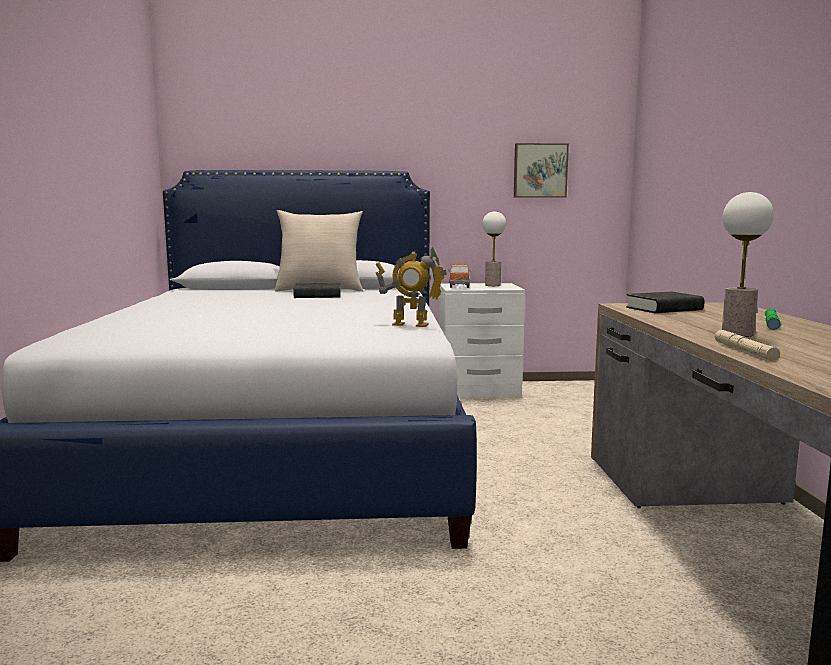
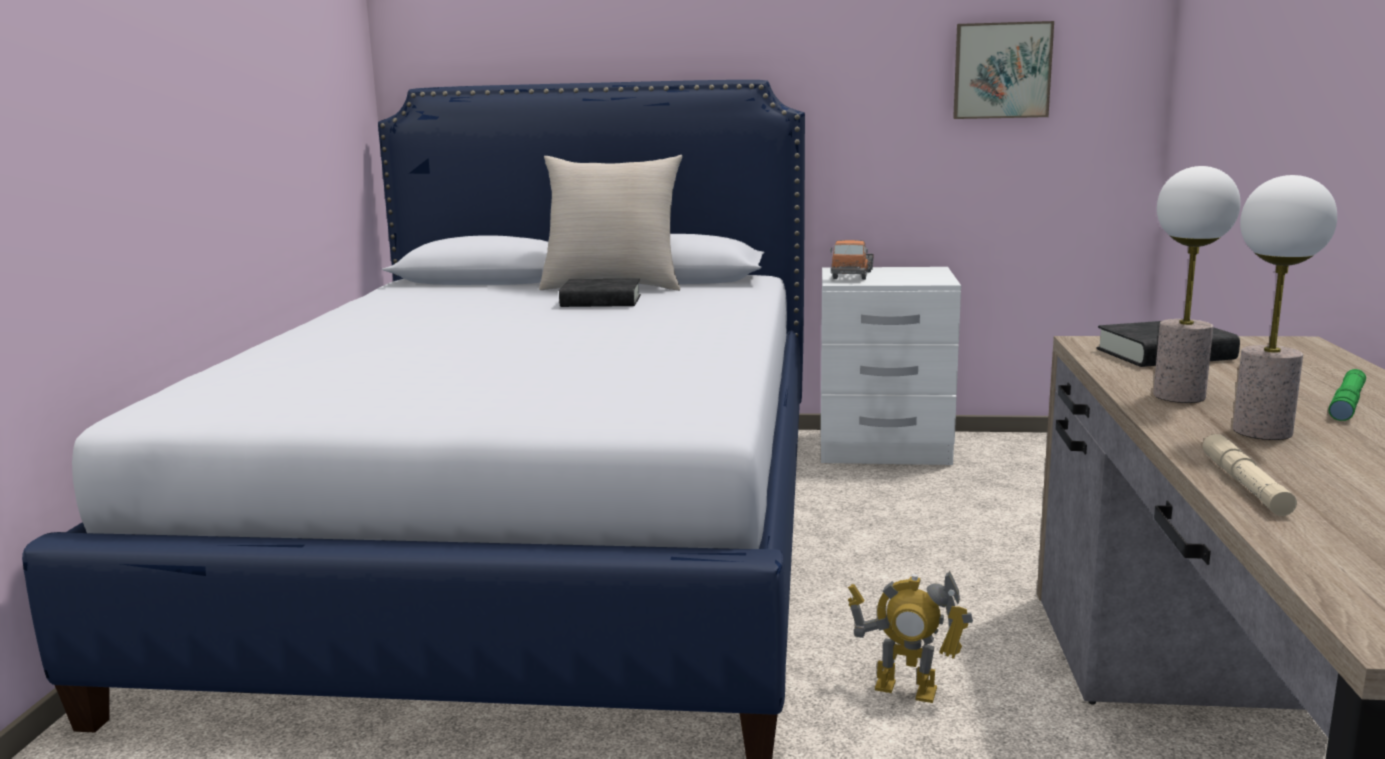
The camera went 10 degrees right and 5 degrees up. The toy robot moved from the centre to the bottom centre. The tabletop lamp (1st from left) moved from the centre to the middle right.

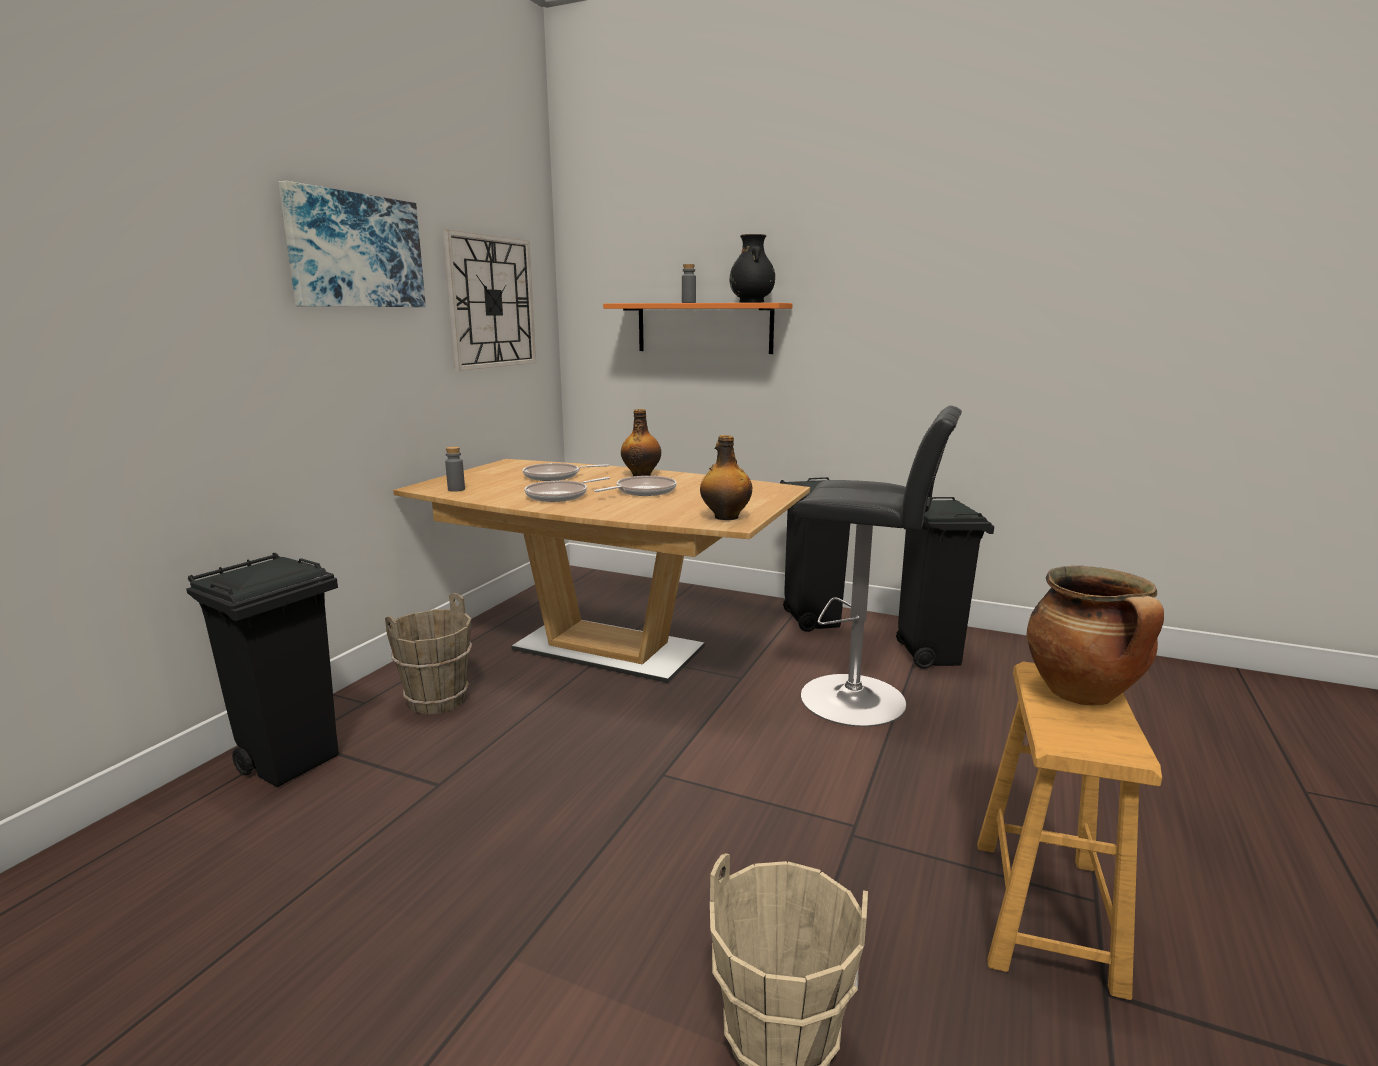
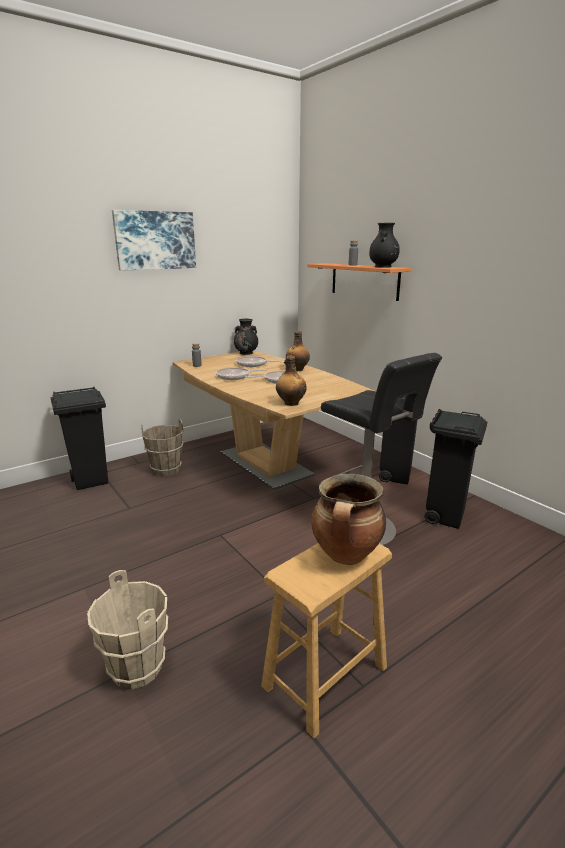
The camera went 30 degrees right and 5 degrees up. The decorative vase/black-coloured (1st from left) at the centre appeared. The clock on the wall at the top centre disappeared.

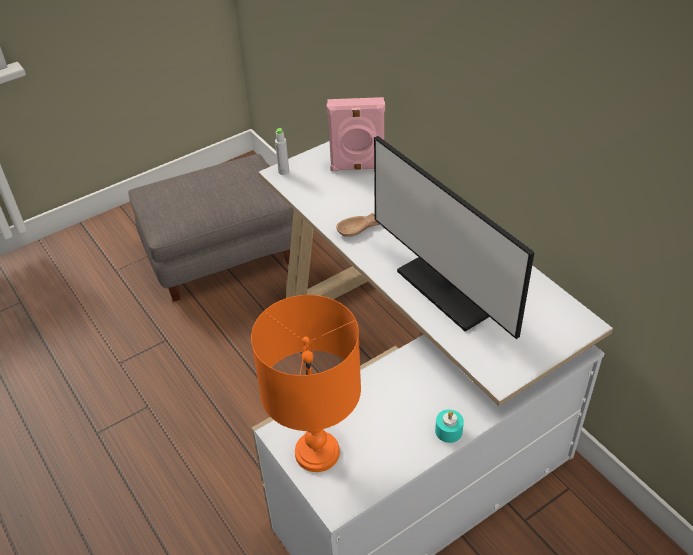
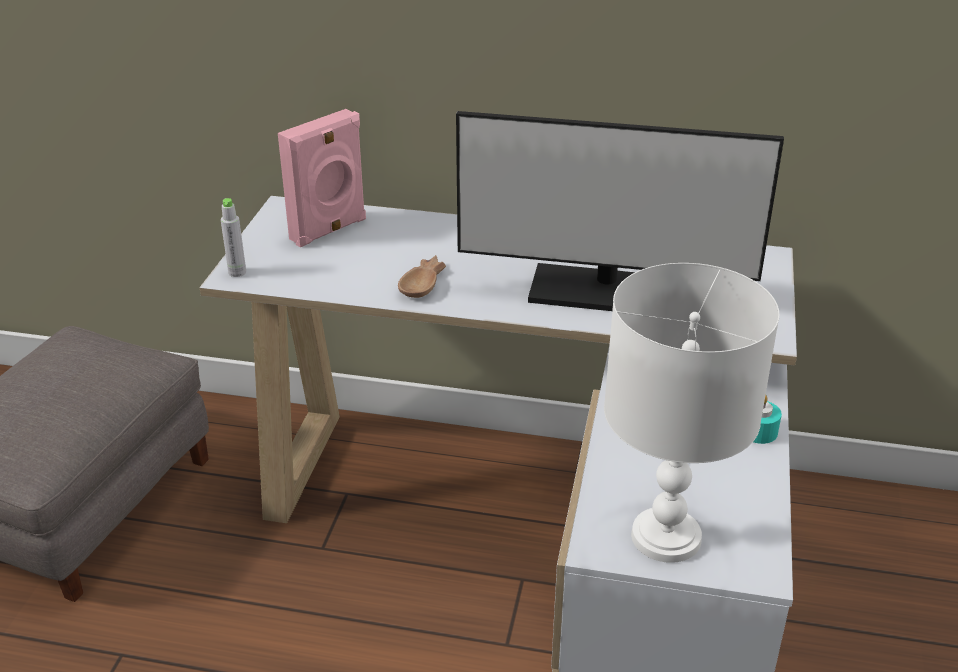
The camera went 45 degrees left and 10 degrees down. The tabletop lamp/orange at the bottom centre became the tabletop lamp/whitish at the middle right.

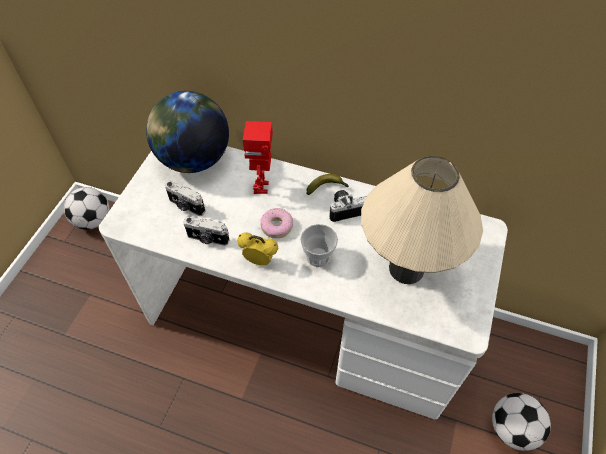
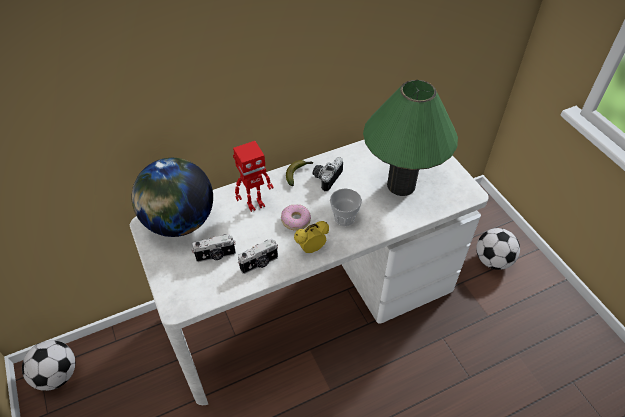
The camera went 45 degrees left and 5 degrees down. The toy robot at the centre turned 75 degrees counterclockwise. The tabletop lamp/beige at the middle right became the tabletop lamp/green-coloured at the top centre.

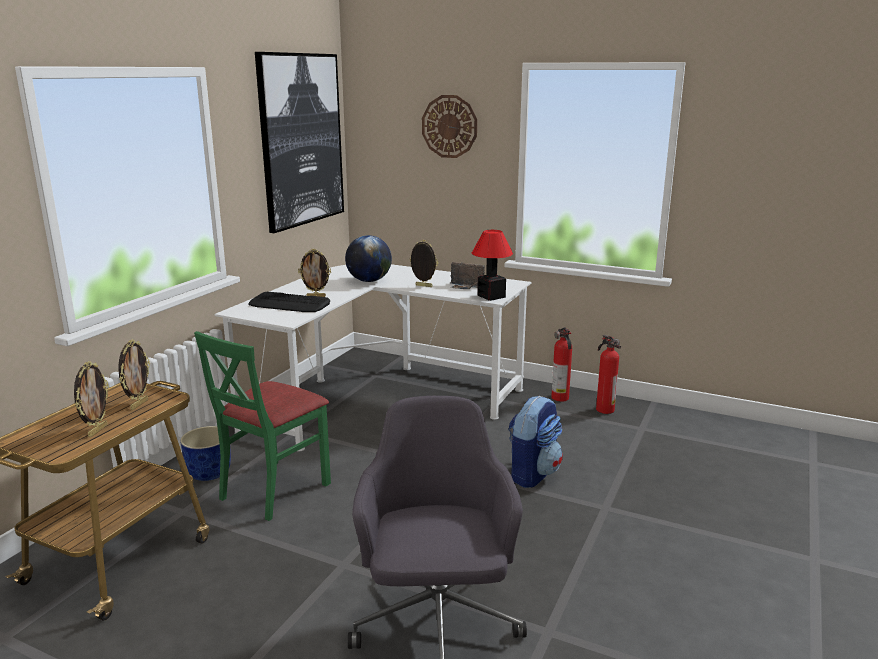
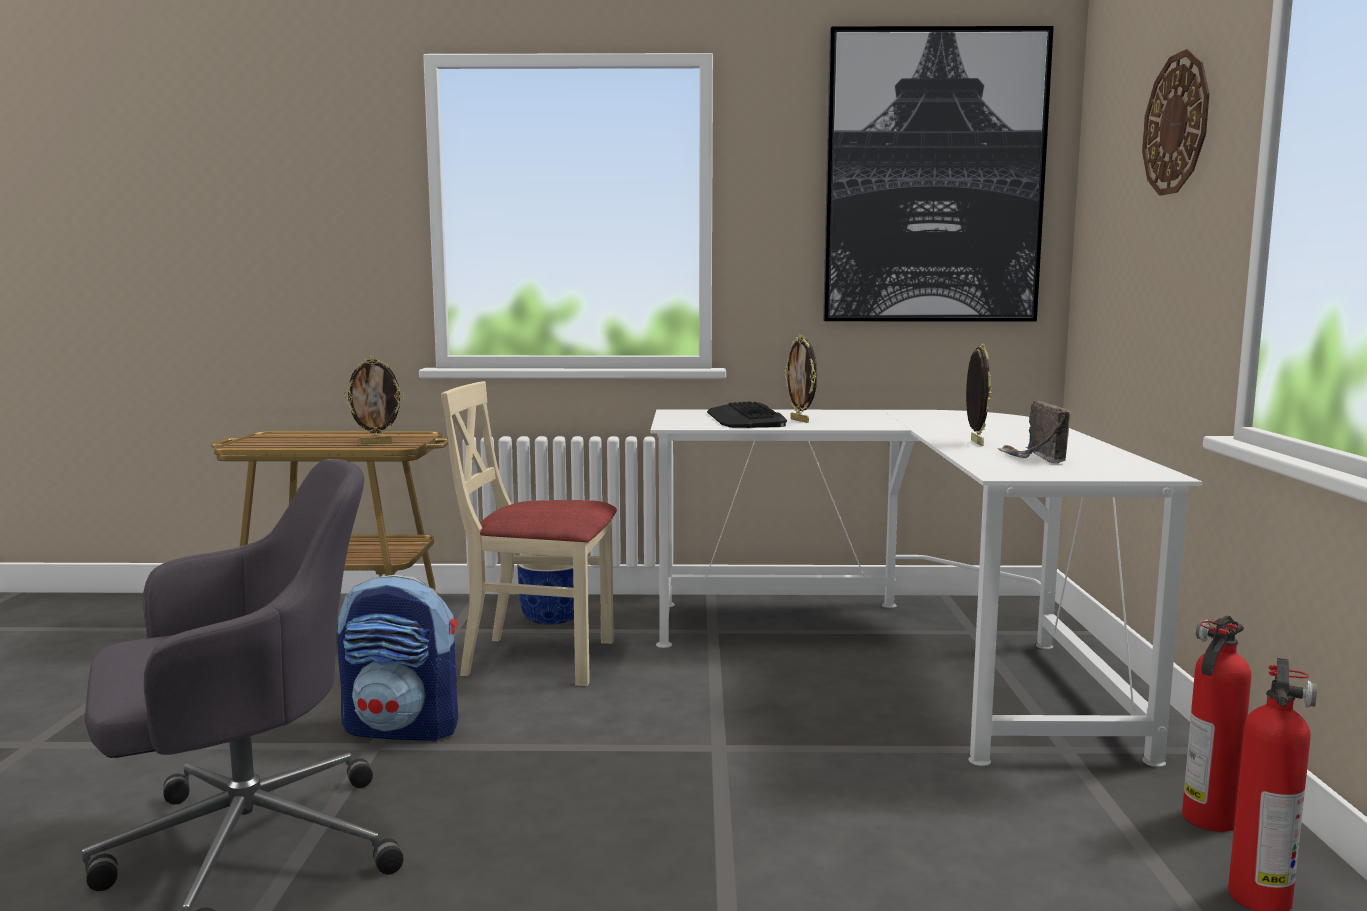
The camera went 65 degrees right and 10 degrees down. The rucksack moved from the bottom centre to the bottom left. The chair/green-coloured at the middle left became the chair/beige at the centre. The standing frame (1st from left) at the middle left disappeared. The globe at the centre disappeared. The tabletop lamp at the centre disappeared.

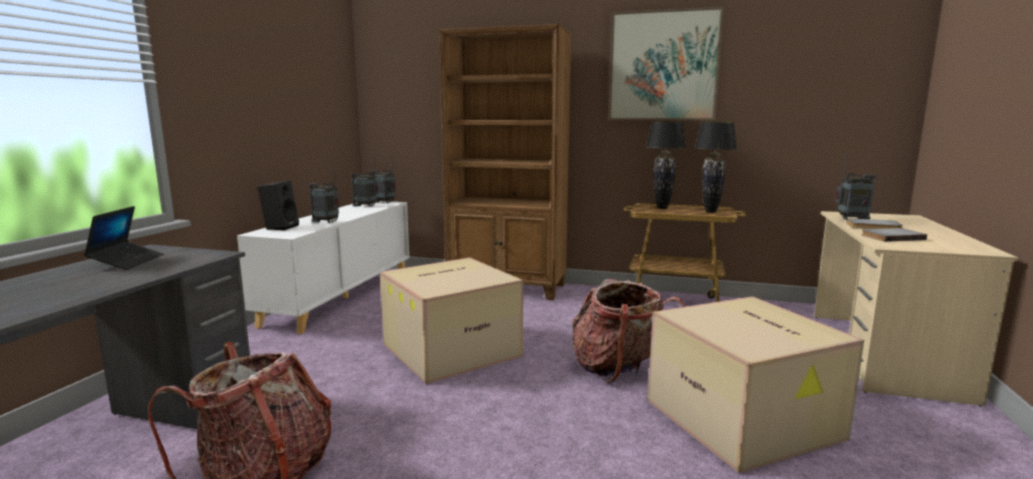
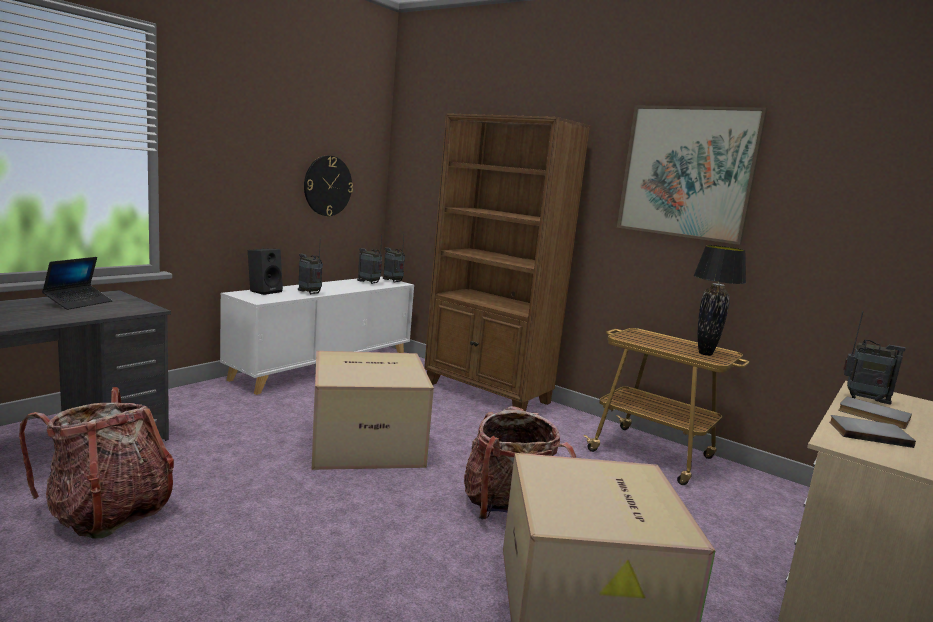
The camera went 20 degrees right and 0 degrees up. The clock on the wall at the top centre appeared. The tabletop lamp/black-coloured (1st from left) at the centre disappeared.

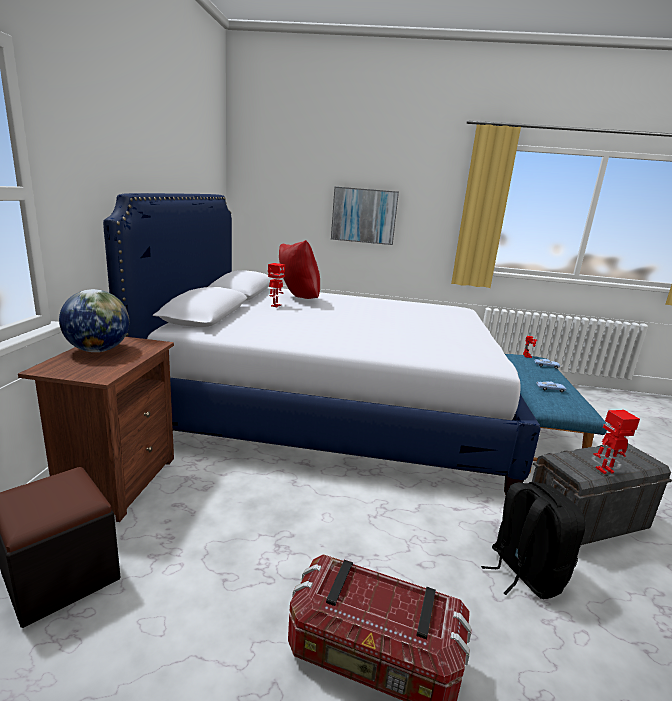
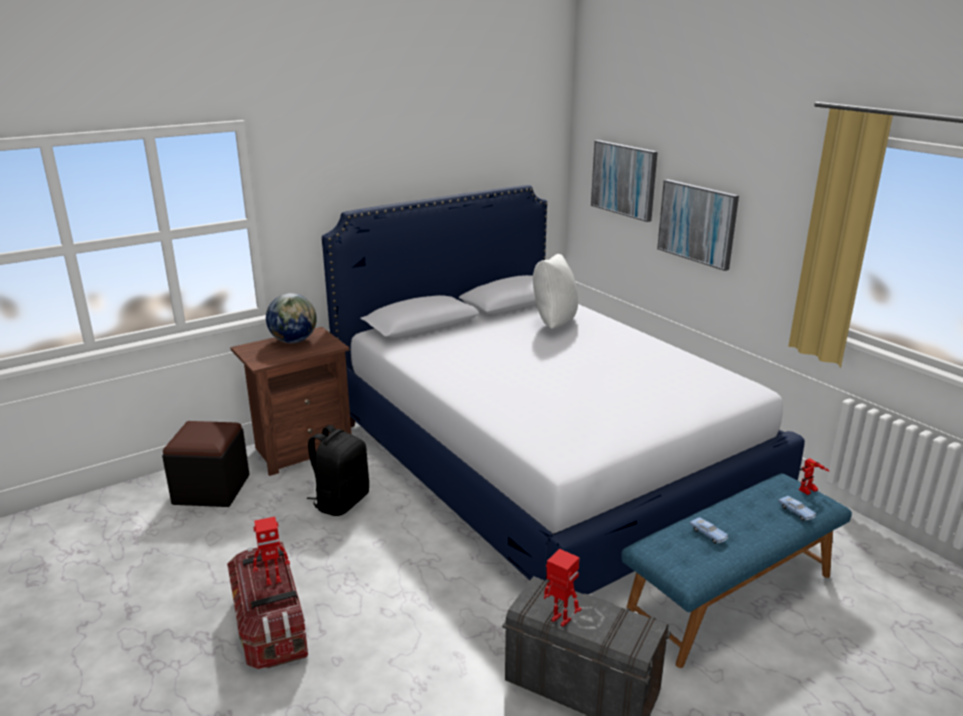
The camera went 50 degrees right and 5 degrees up. The toy robot (1st from left) moved from the centre to the bottom left. The rucksack/black-coloured moved from the bottom right to the centre. The throw pillow/red at the centre became the throw pillow/whitish at the centre. The wall picture (1st from left) at the top centre appeared.

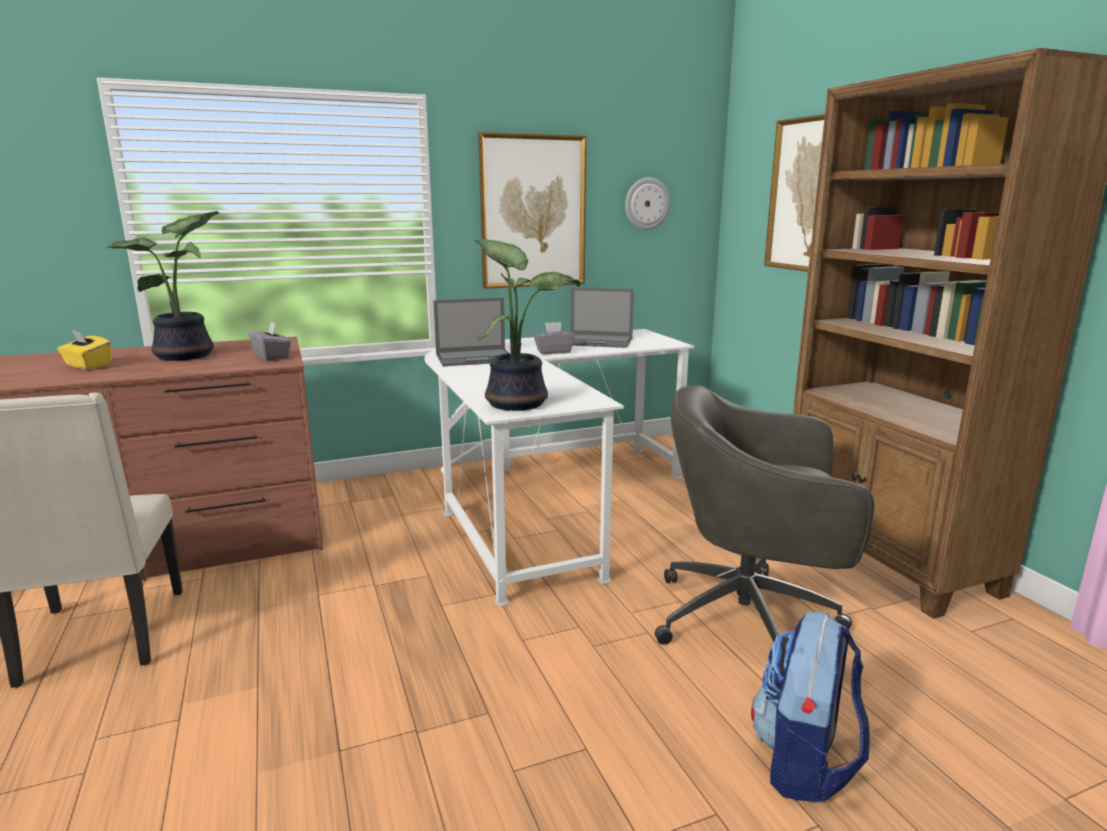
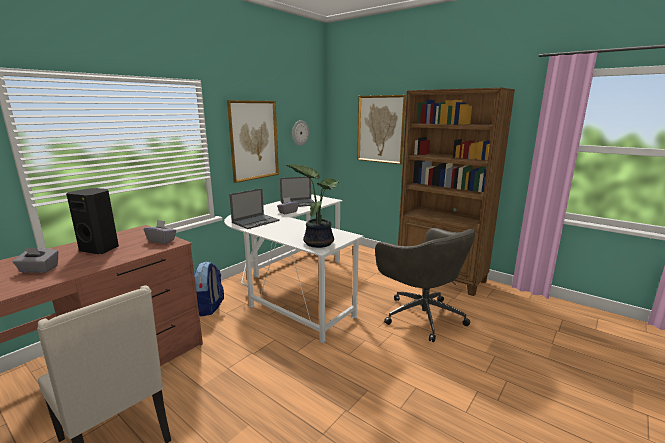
The camera went 30 degrees left and 0 degrees up. The tissue holder/yellow at the middle left became the tissue holder/gray (1st from left) at the middle left. The plant in a pot (1st from left) at the middle left was replaced by the audio speaker/black-coloured at the middle left. The rucksack moved from the bottom right to the middle left. The office chair/gray at the middle right turned 105 degrees counterclockwise.

